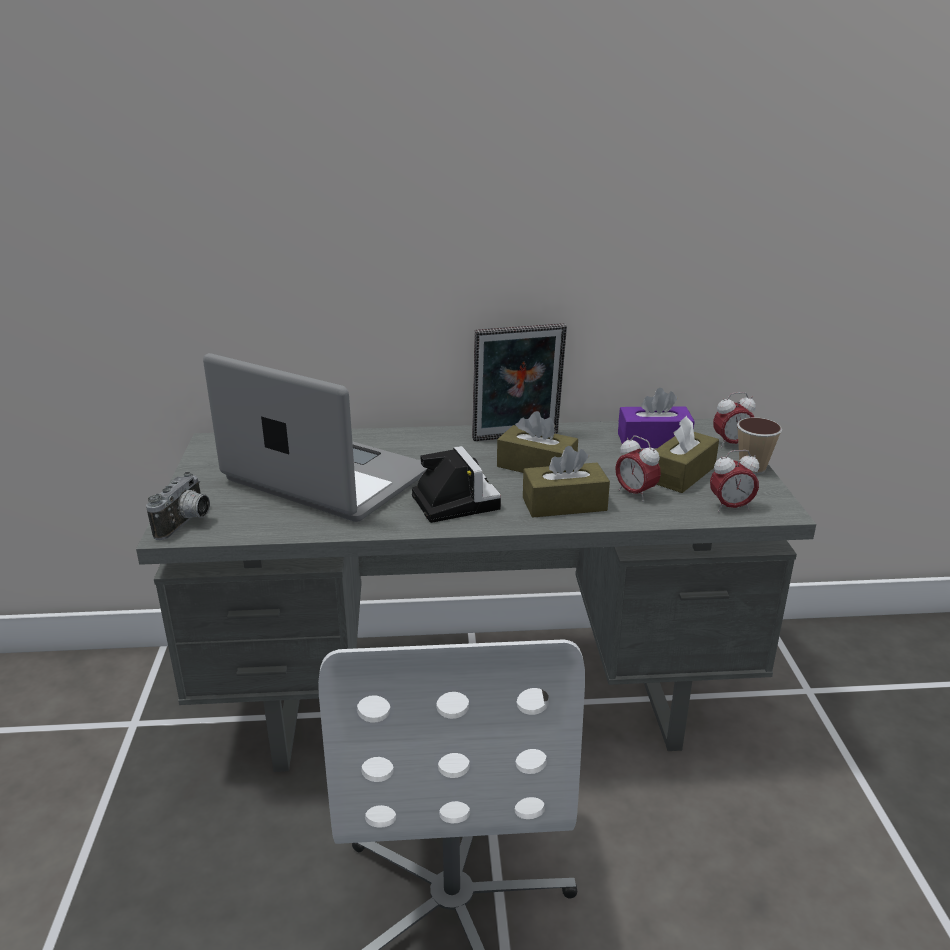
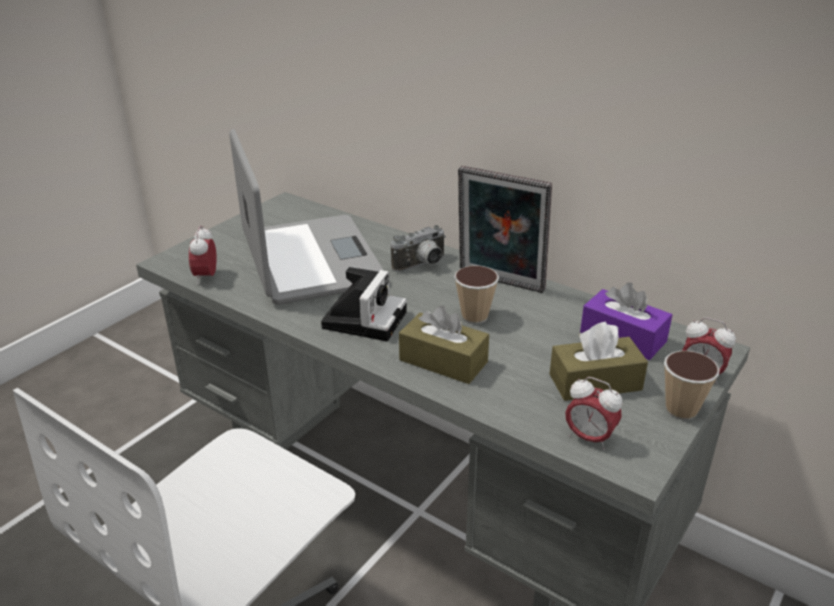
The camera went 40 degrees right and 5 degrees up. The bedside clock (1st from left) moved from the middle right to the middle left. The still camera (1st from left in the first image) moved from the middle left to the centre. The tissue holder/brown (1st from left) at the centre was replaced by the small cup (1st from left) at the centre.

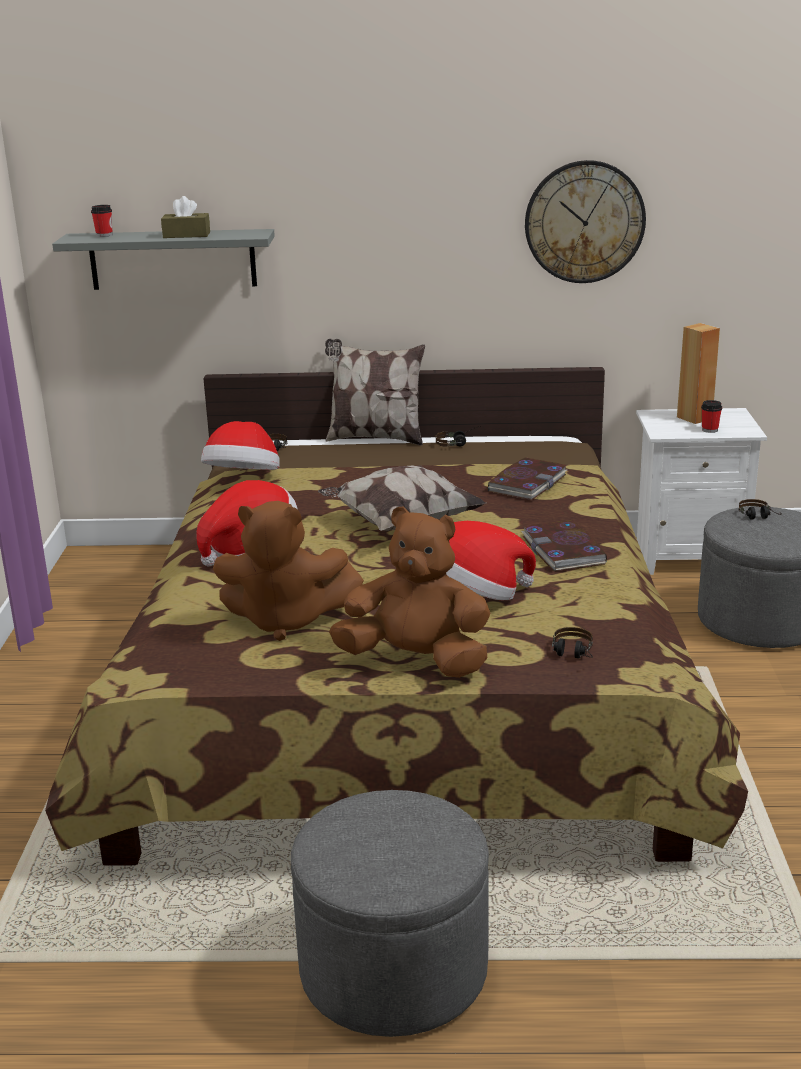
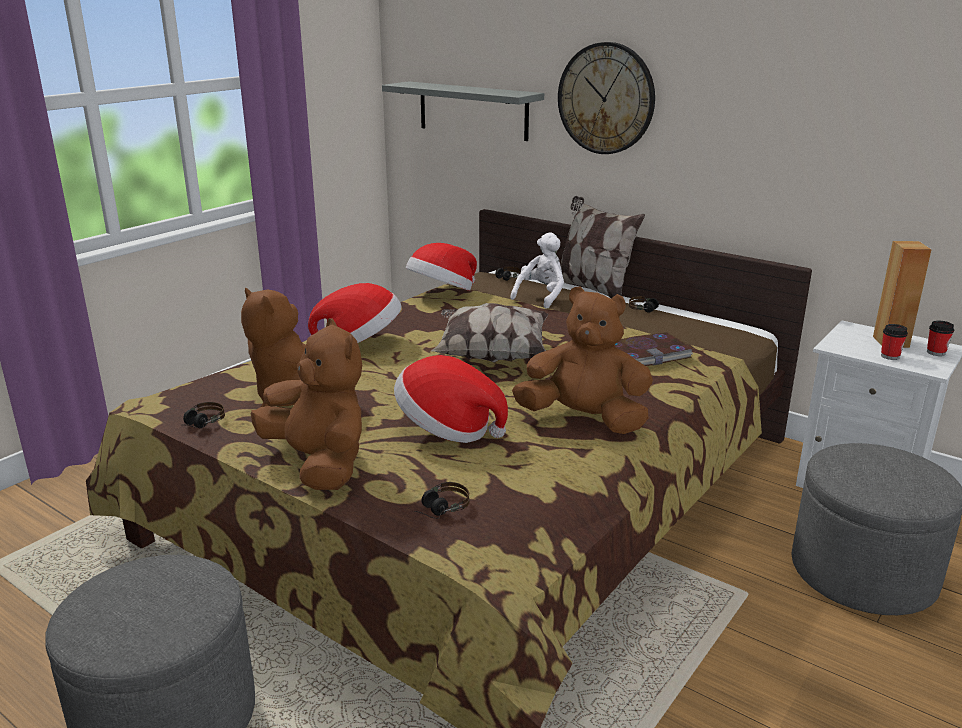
The camera went 35 degrees right and 0 degrees up. The headset (4th from left in the first image) moved from the middle right to the middle left. The soft toy/whitish at the centre appeared. The volume (2nd from left) at the middle right was replaced by the soft toy/brown (3rd from left) at the centre. The clock on the wall moved from the top right to the top centre. The small cup (1st from left in the first image) moved from the top left to the middle right. The tissue holder/brown at the top left disappeared.

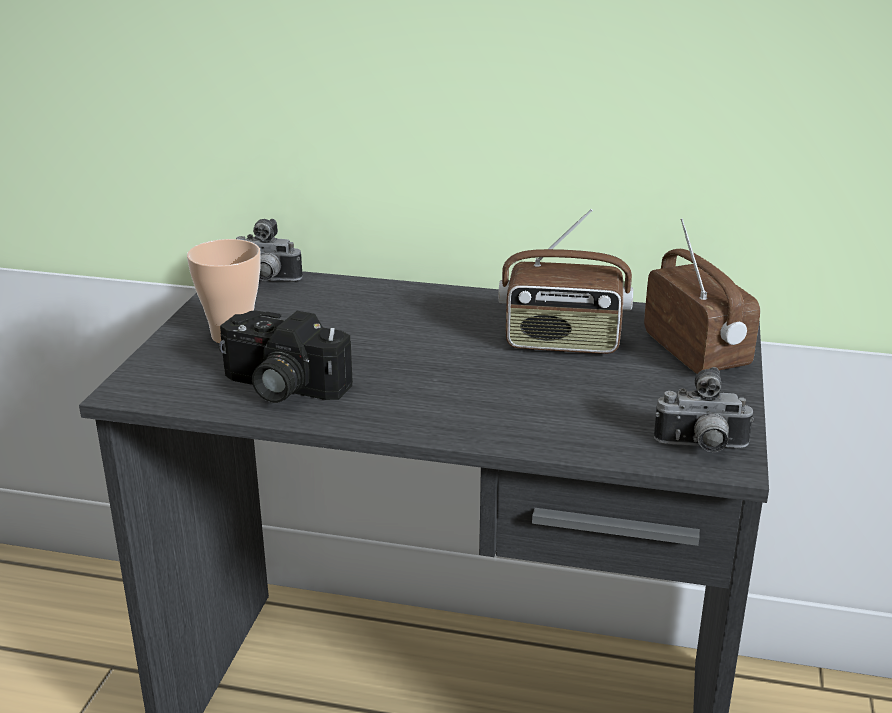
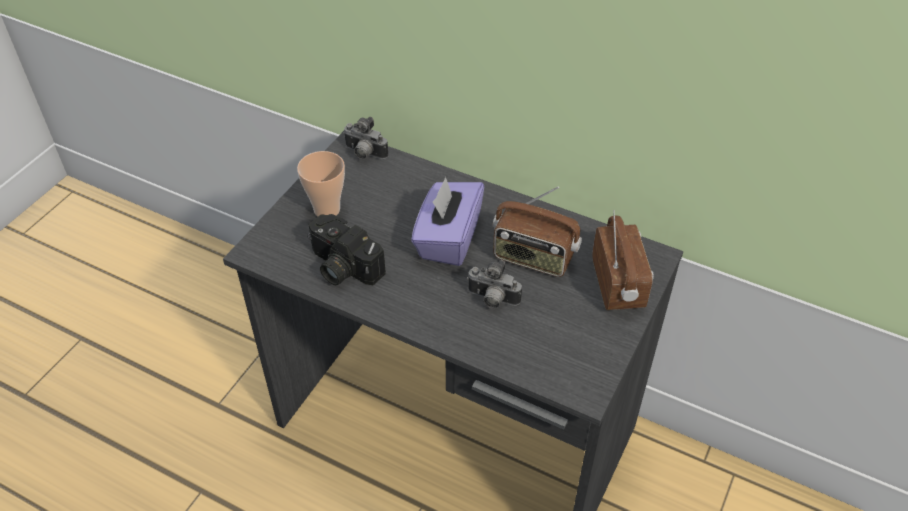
The camera went 15 degrees right and 20 degrees up. The tissue holder/purple-coloured at the centre appeared. The still camera (3rd from left) moved from the middle right to the centre.

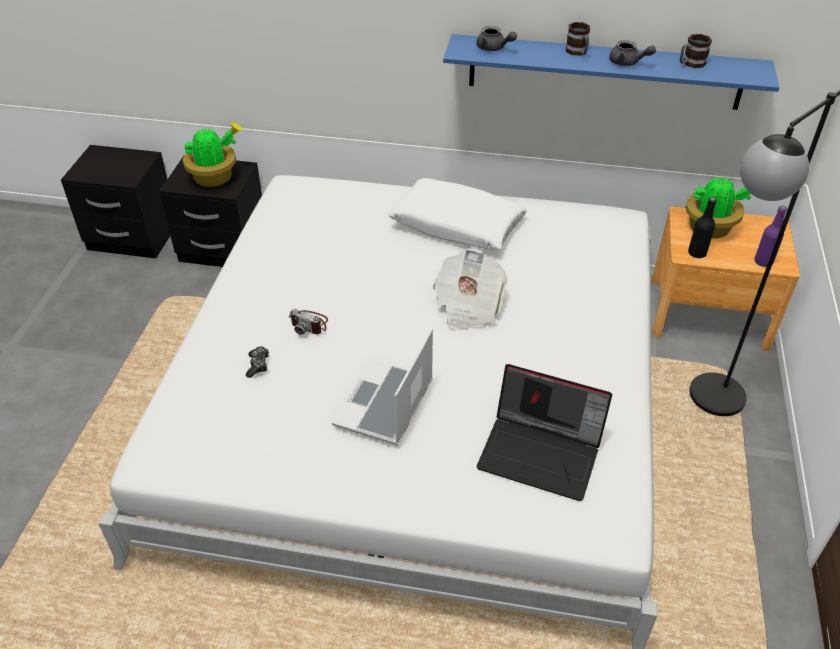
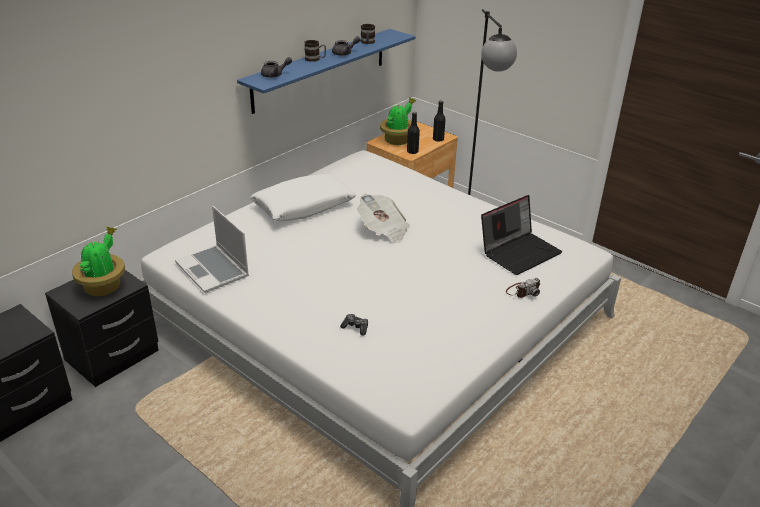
The camera went 60 degrees left and 10 degrees down. The notebook computer (1st from left) moved from the centre to the middle left. The drink bottle/purple-coloured at the middle right became the drink bottle/black-coloured (2nd from left) at the top centre. The still camera moved from the centre to the middle right.

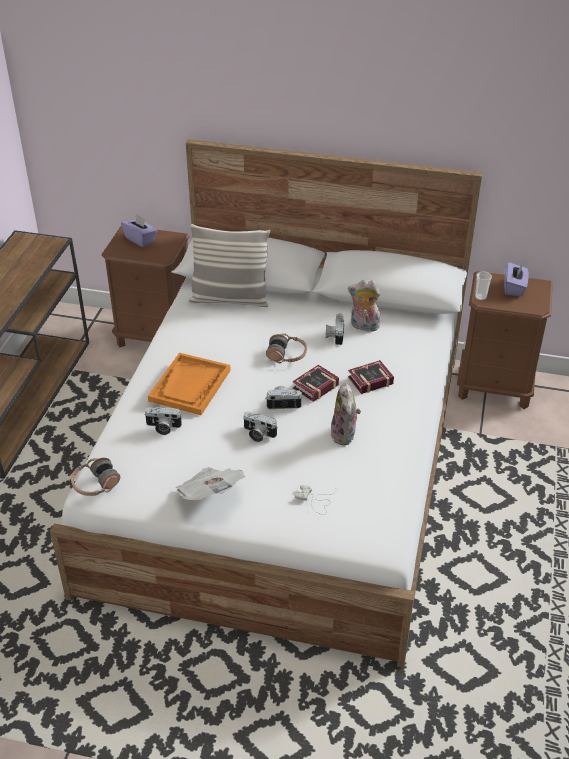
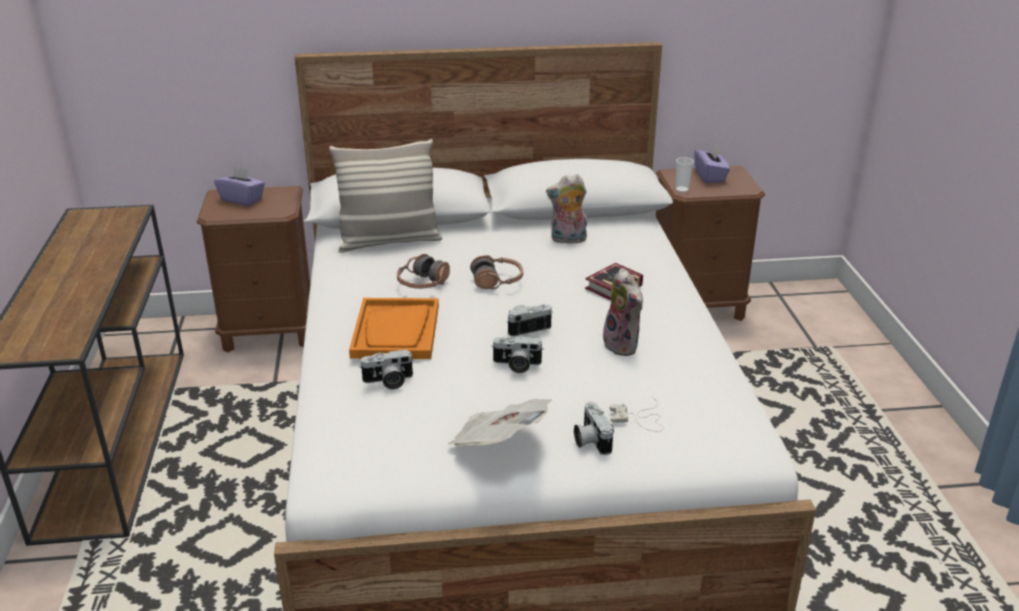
The camera went 20 degrees left and 10 degrees down. The headset (1st from left) moved from the middle left to the centre. The still camera (4th from left) moved from the centre to the bottom centre. The volume (1st from left) at the centre disappeared.

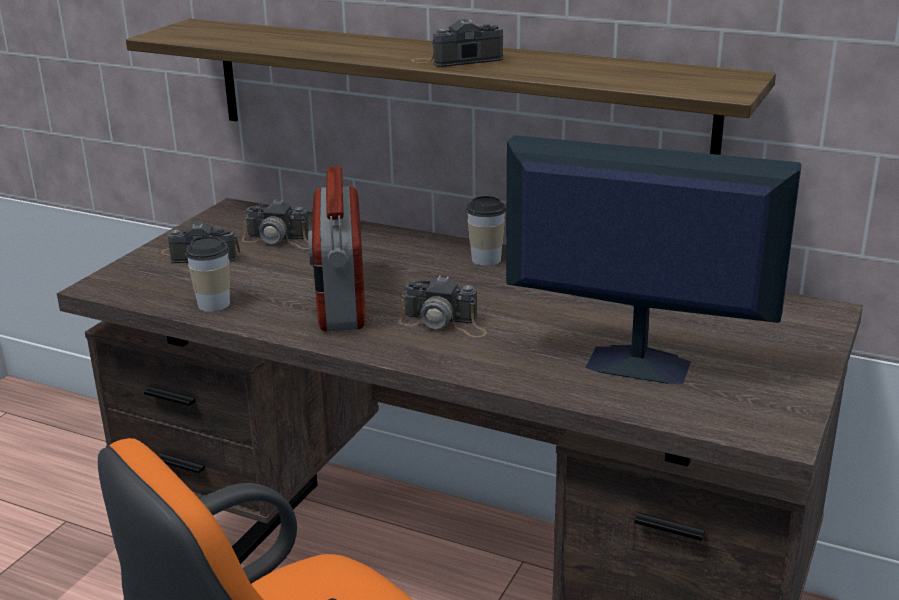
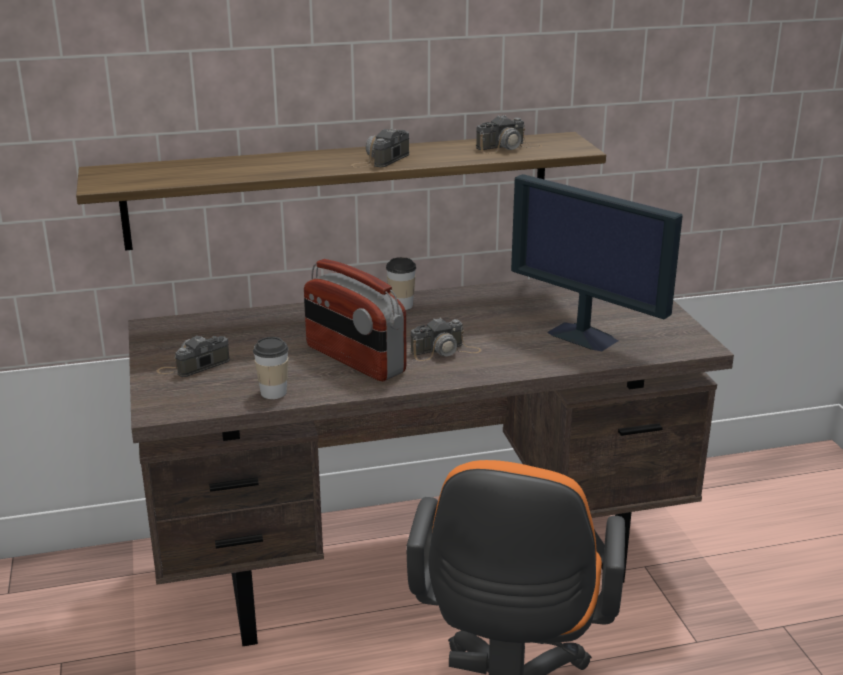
The camera went 40 degrees left and 0 degrees up. The still camera (2nd from left in the first image) moved from the middle left to the top centre. The computer screen at the middle right turned 120 degrees counterclockwise.

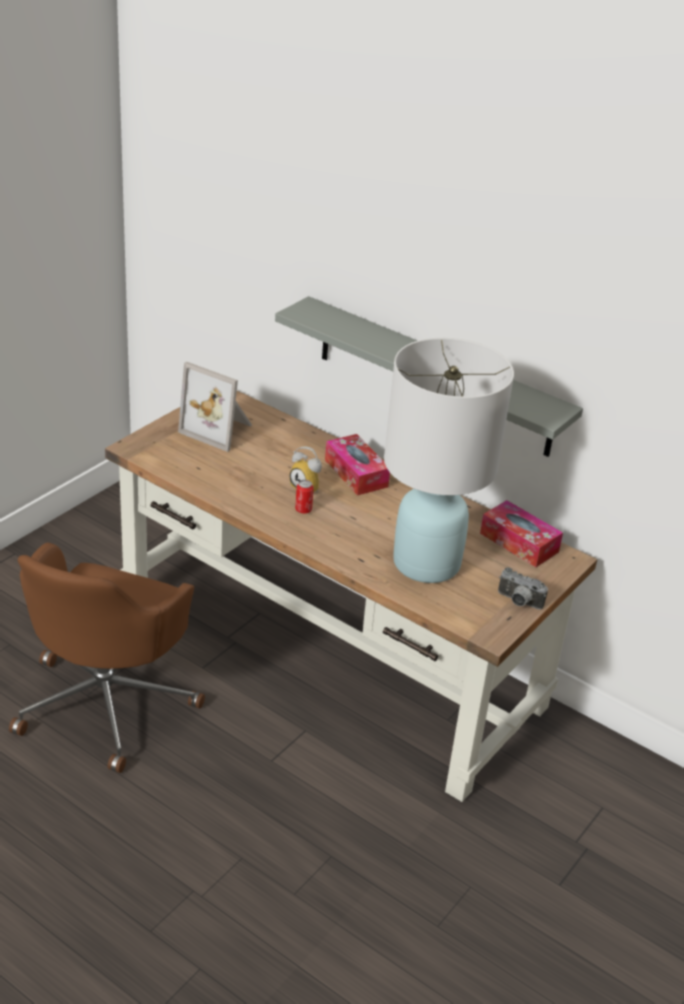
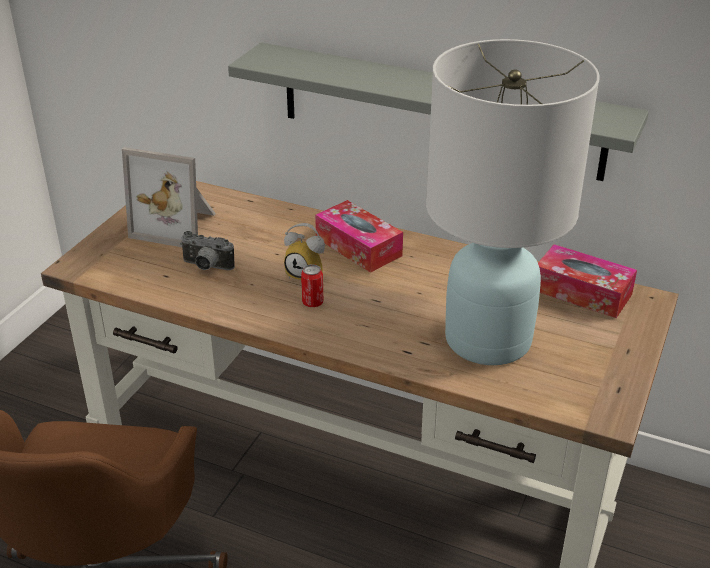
The camera went 10 degrees left and 0 degrees up. The still camera moved from the middle right to the middle left.

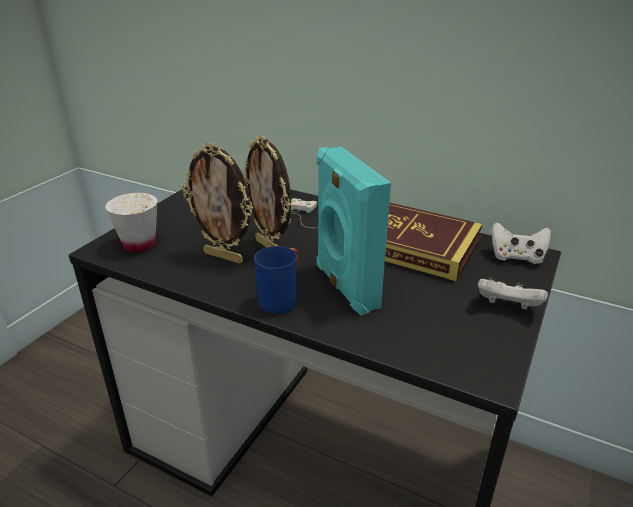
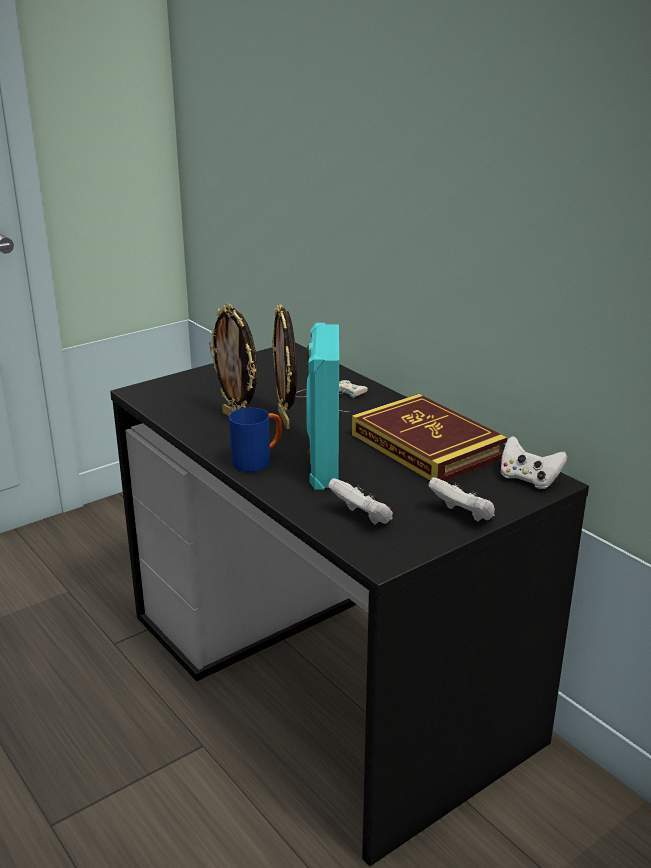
The camera went 25 degrees right and 5 degrees down. The gamepad/whitish (2nd from left) at the centre appeared. The small cup/whitish at the middle left disappeared.

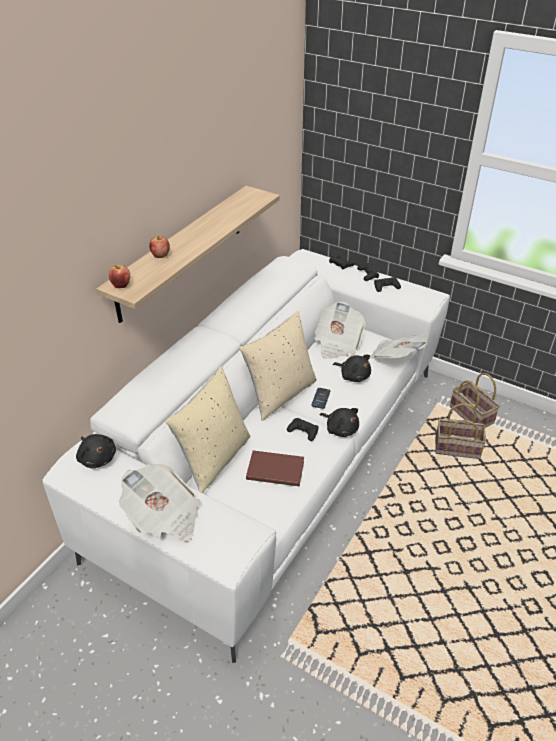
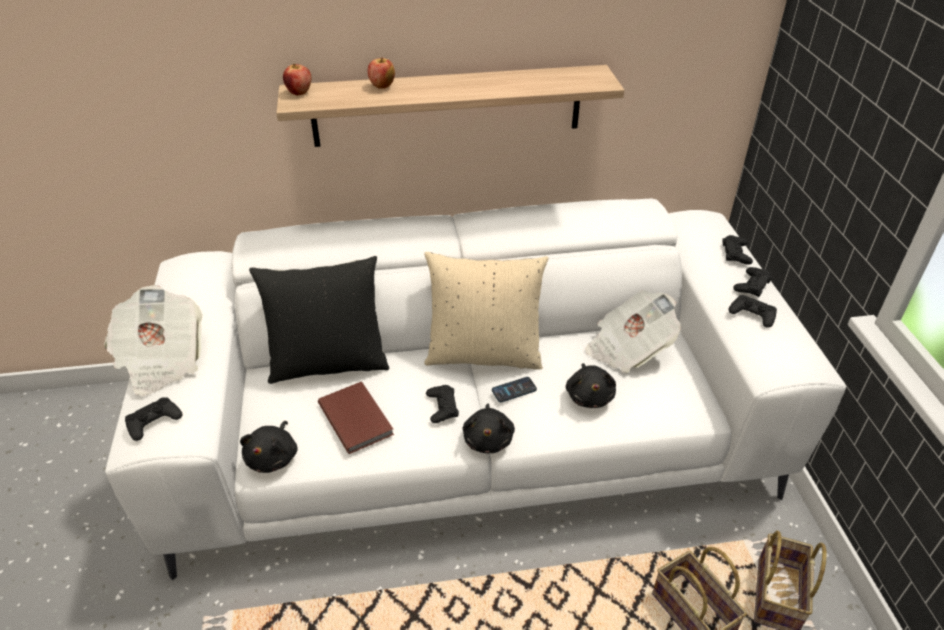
The camera went 50 degrees right and 0 degrees up. The gamepad/black-coloured (1st from left) at the middle left appeared. The soft toy/black-coloured (1st from left) moved from the middle left to the bottom left. The throw pillow/beige (1st from left) at the centre became the throw pillow/black-coloured at the centre. The printed paper (3rd from left) at the middle right disappeared.

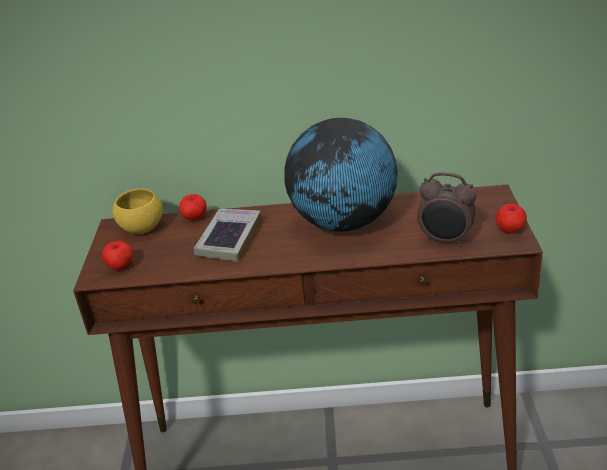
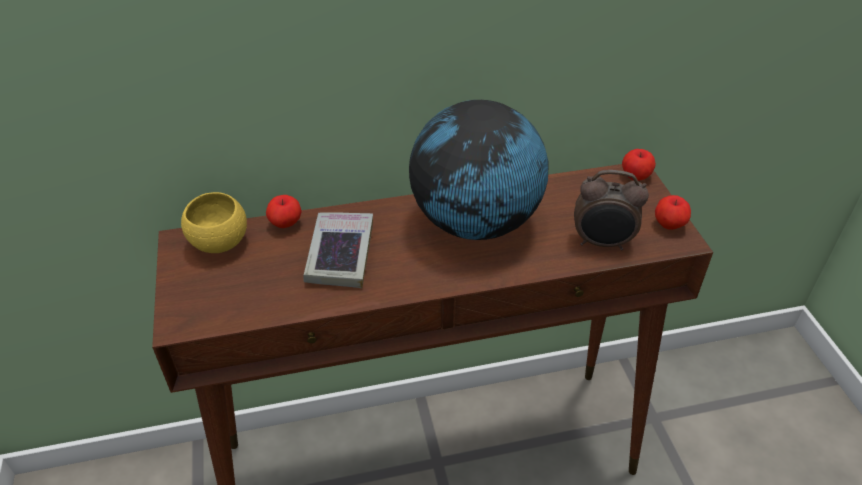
The camera went 15 degrees left and 10 degrees up. The apple (1st from left in the first image) moved from the middle left to the middle right.

